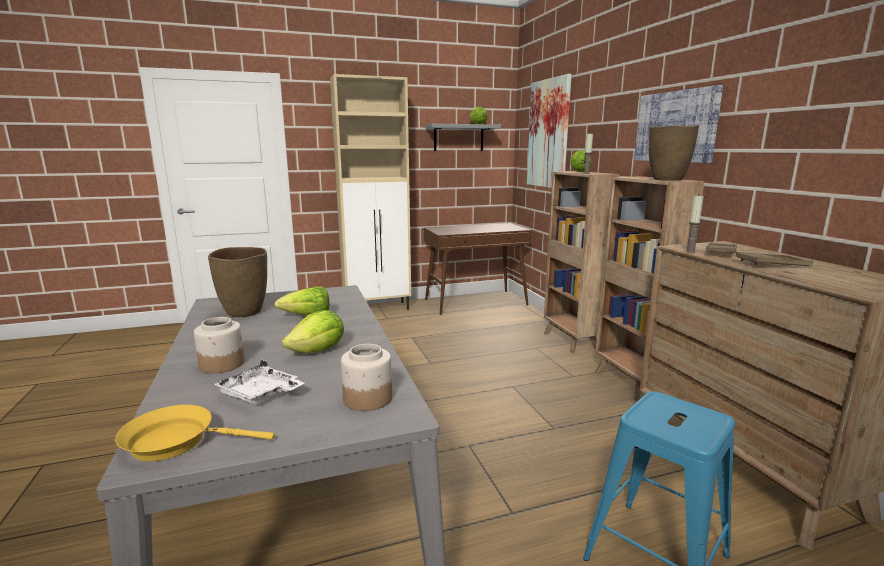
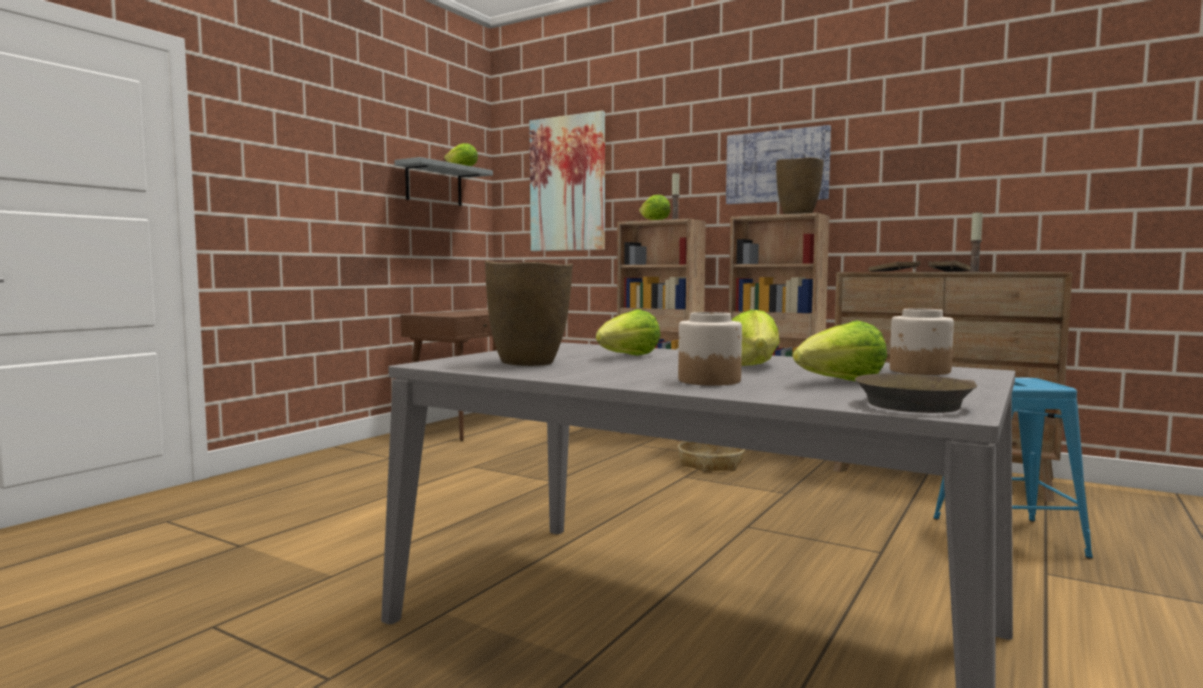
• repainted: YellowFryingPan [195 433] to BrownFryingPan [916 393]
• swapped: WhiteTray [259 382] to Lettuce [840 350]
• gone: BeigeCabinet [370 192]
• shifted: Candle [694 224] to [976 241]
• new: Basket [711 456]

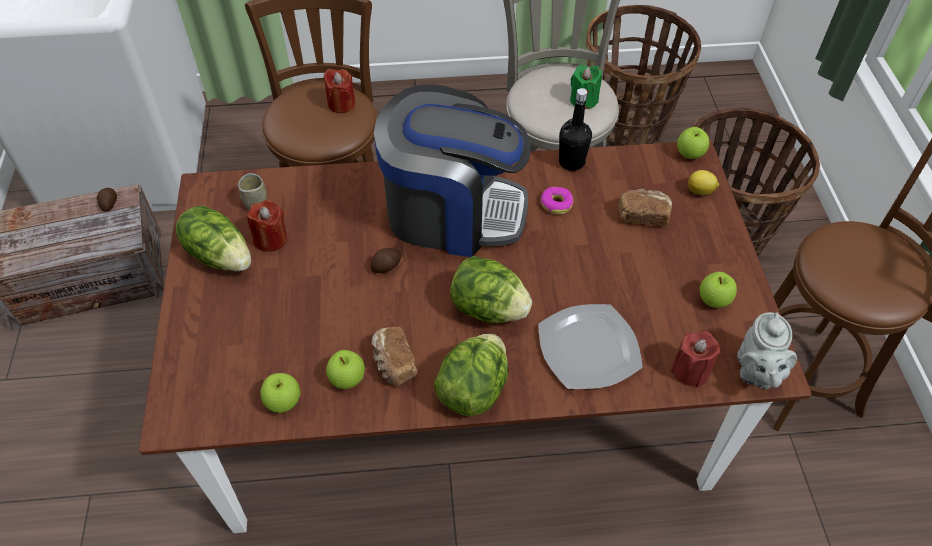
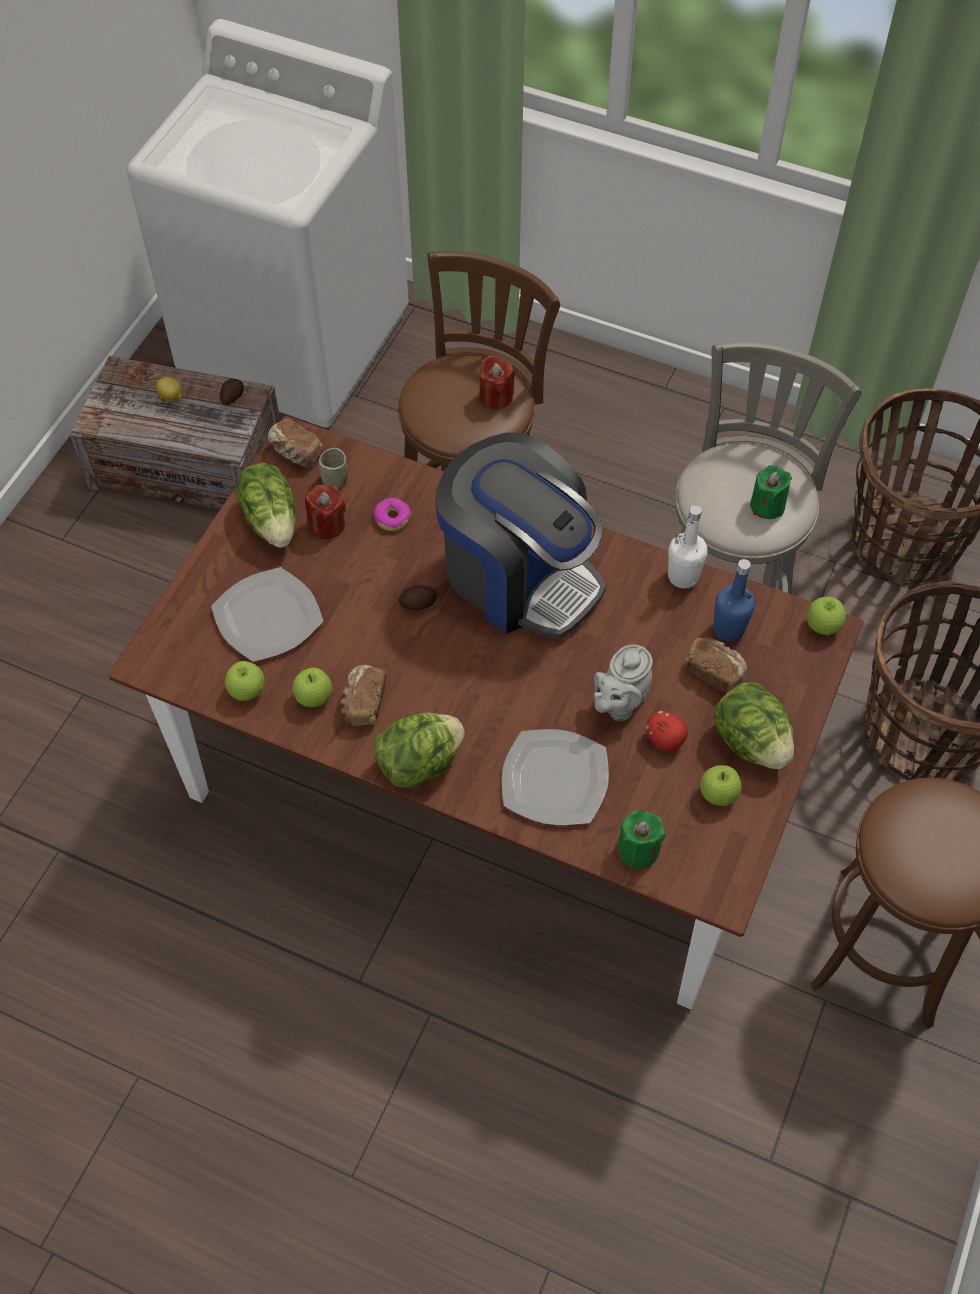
• shifted: Lettuce [491 289] to [754 725]
• shifted: Donut [557 200] to [392 514]
• repainted: BlackBottle [575 129] to WhiteBottle [688 547]
• repainted: RedCandle [695 359] to GreenCandle [641 839]
• shifted: Lemon [703 182] to [169 389]
• shifted: GreyTeapot [767 350] to [623 682]
• new: Plate [267 614]
• new: Bread [295 442]
• new: Apple [667 731]
• new: BlueBottle [734 600]

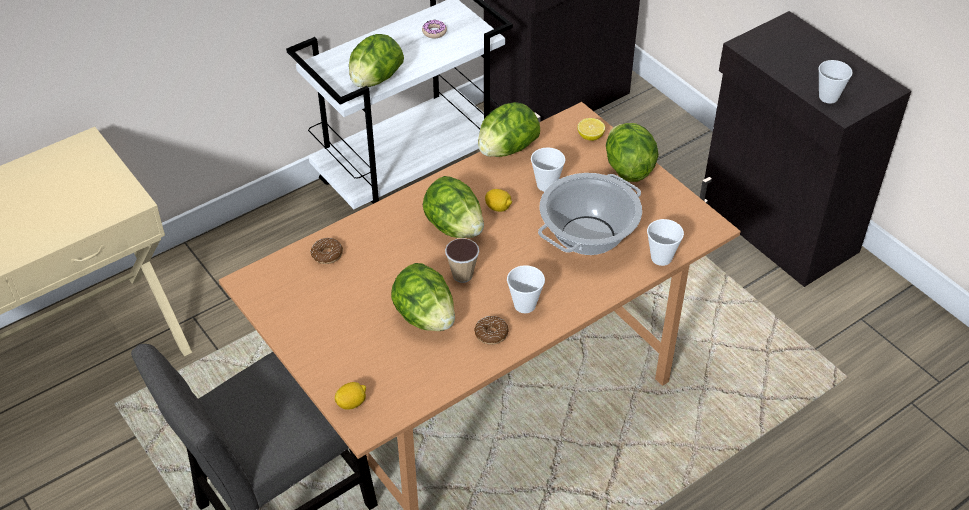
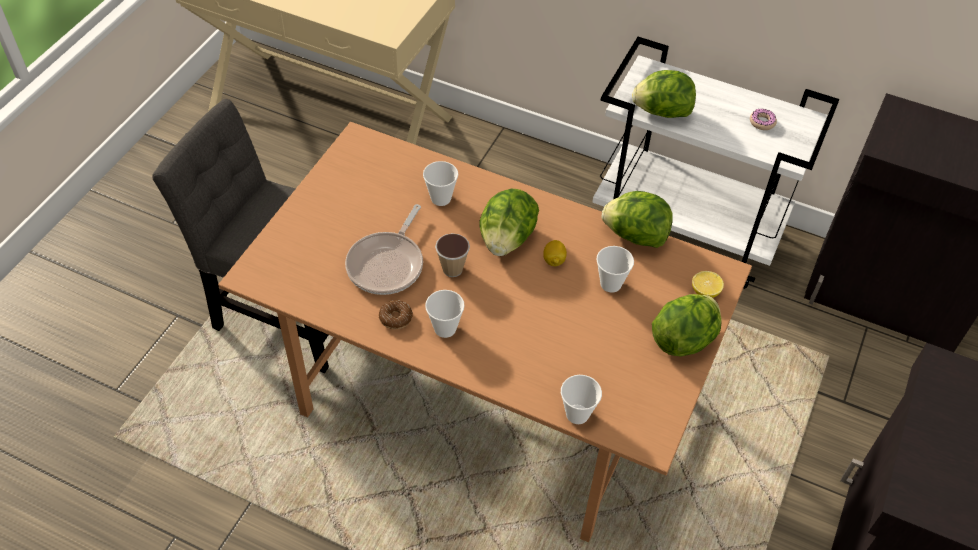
• gone: Donut [327 251]
• gone: Lemon [350 396]
• swapped: Lettuce [423 297] to FryingPan [384 249]
• gone: CookingPot [590 214]
• shifted: Cup [835 82] to [440 183]

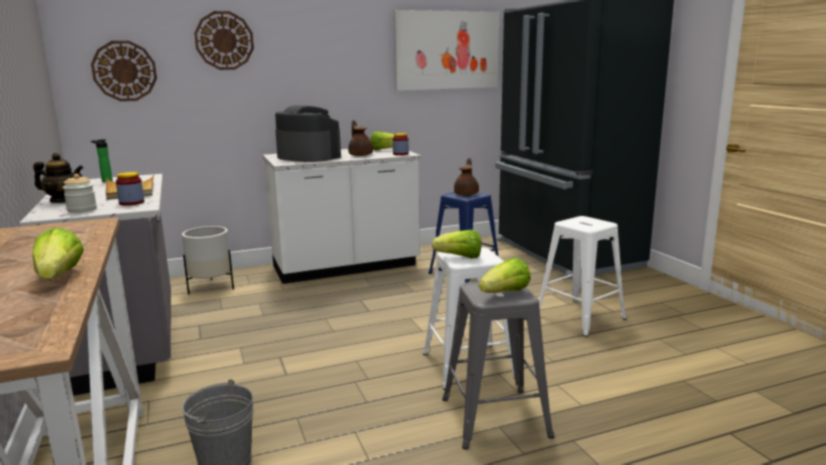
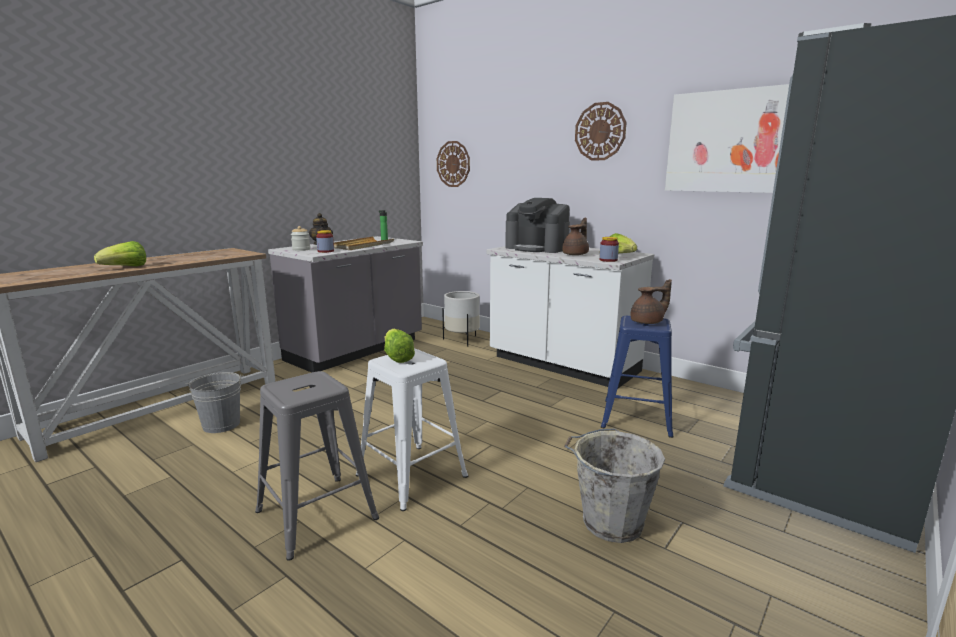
• shifted: WallClock [224 40] to [600 131]
• rotated: CoffeeMachine [308 133] = [537 225] 120 degrees clockwise
• gone: Lettuce [505 275]
• swapped: WhiteStool [583 276] to GreyBucket [614 486]

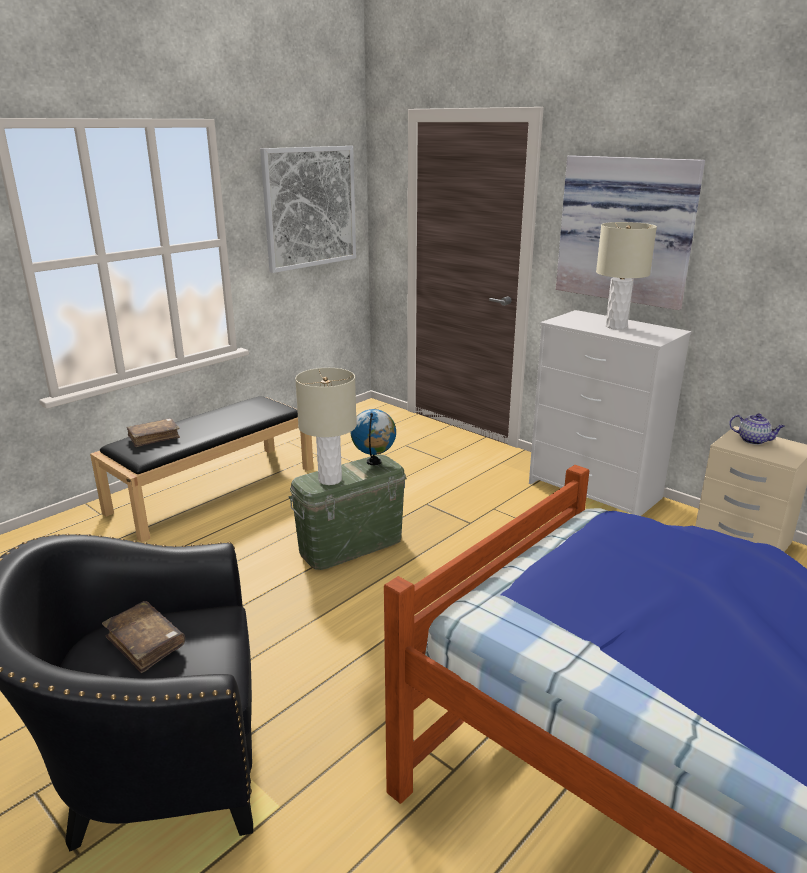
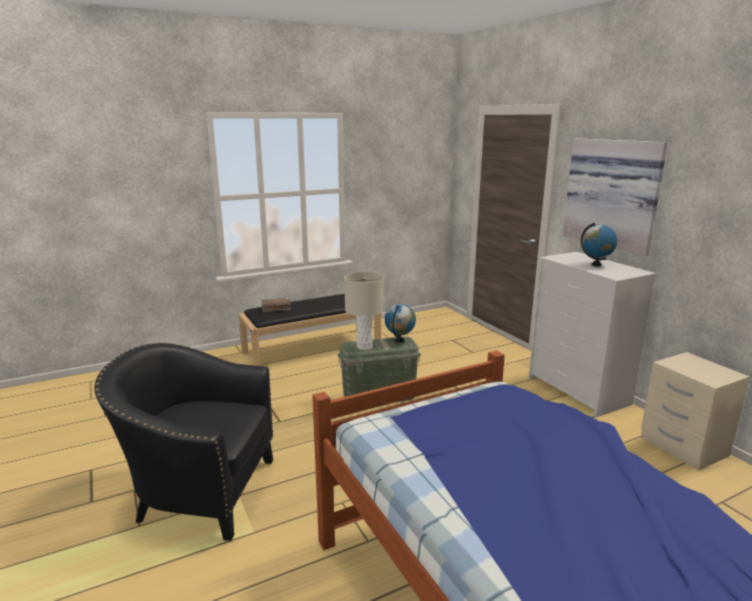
• gone: BrownBook [143 637]
• gone: Picture [308 209]
• swapped: BeigeTableLamp [626 276] to Globe [599 244]
• gone: Teapot [757 429]

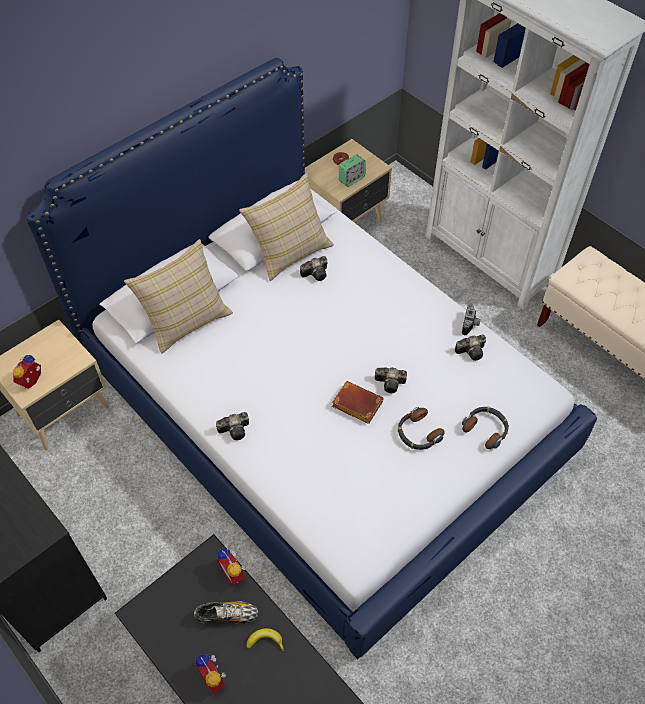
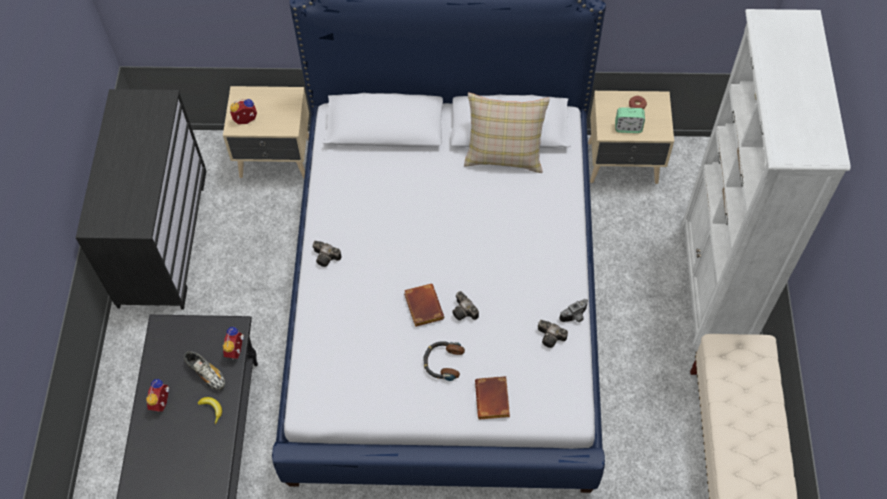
• gone: BeigePillow [178 296]
• gone: PhotoCamera [314 268]
• swapped: Headphones [485 428] to BrownBook [492 397]

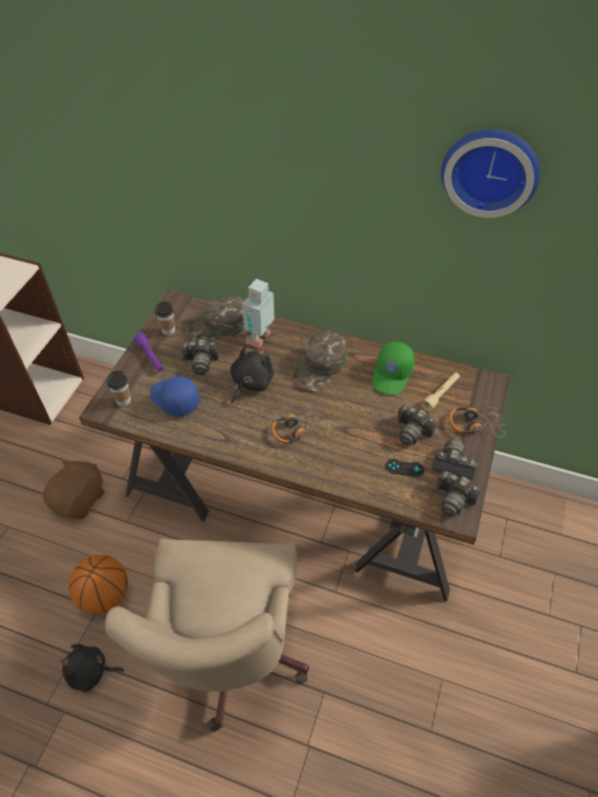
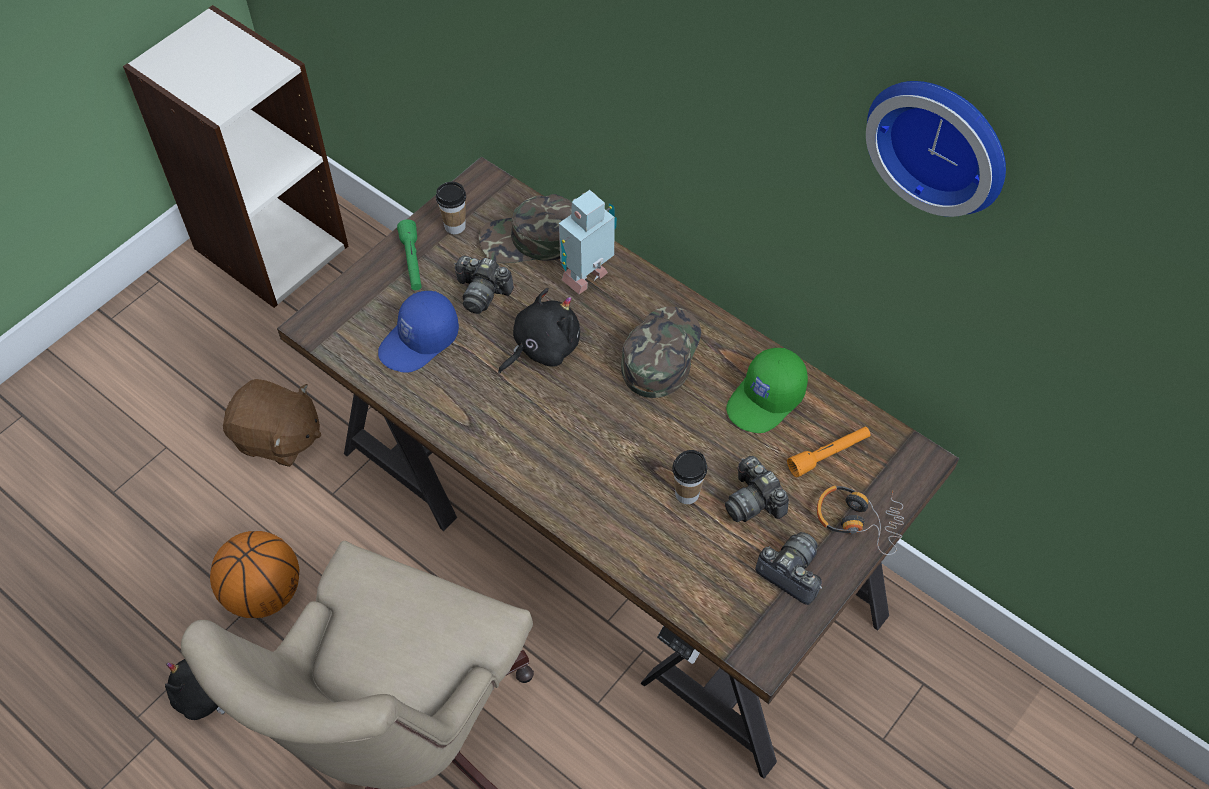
• rotated: BrownPlushToy [74 489] = [272 423] 60 degrees clockwise
• shifted: Cup [119 388] to [689 477]
• repainted: PurpleFlashlight [148 352] to GreenFlashlight [409 254]
• rotated: BlueCap [175 396] = [418 332] 105 degrees counterclockwise
• gone: Headphones [300 424]
• rotated: GreenCap [320 361] = [661 352] 150 degrees clockwise
• gone: BlackGameController [404 468]
• repainted: BeigeFlashlight [440 391] to OrangeFlashlight [829 451]
• gone: PhotoCamera [458 493]

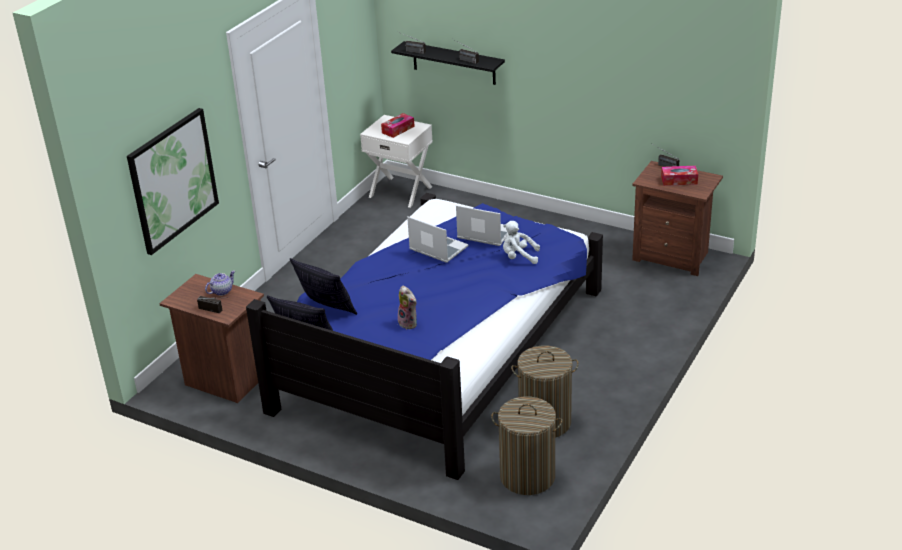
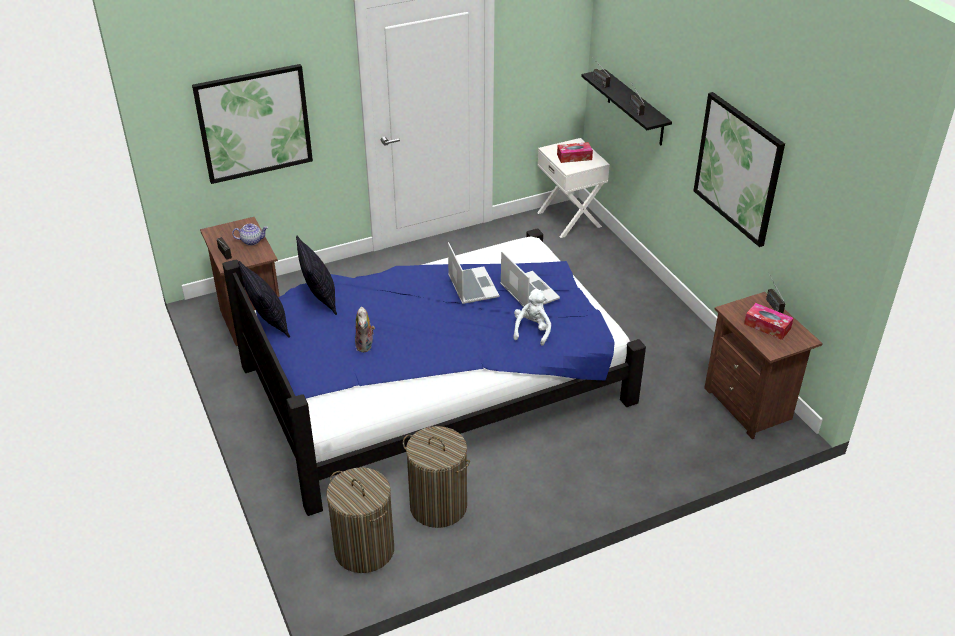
• rotated: WhitePlushToy [521 242] = [532 317] 60 degrees clockwise
• new: Picture [739 169]

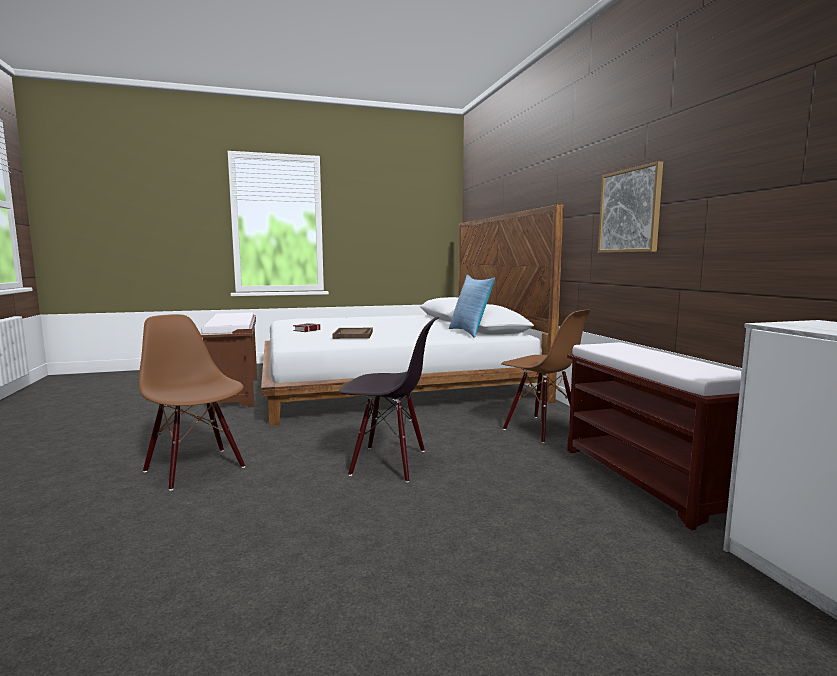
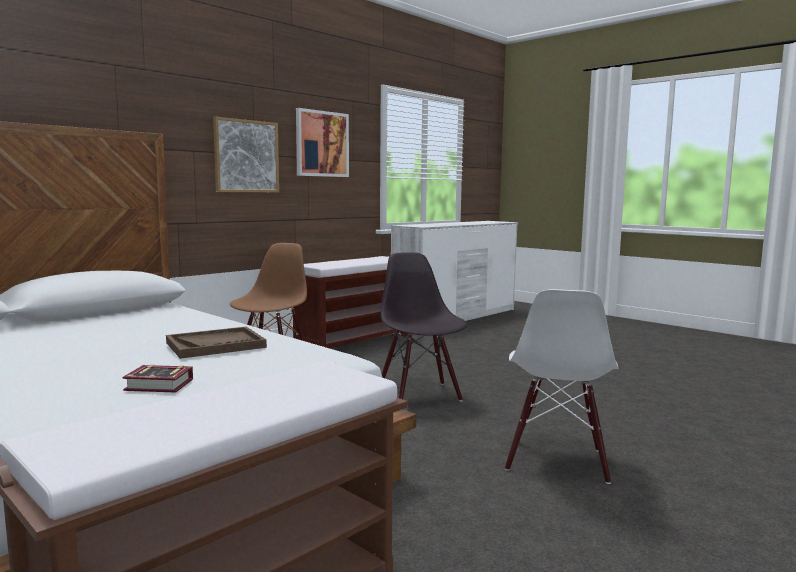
• repainted: BrownChair [192 402] to WhiteChair [562 386]
• gone: Pillow [472 306]
• new: Picture [322 142]

